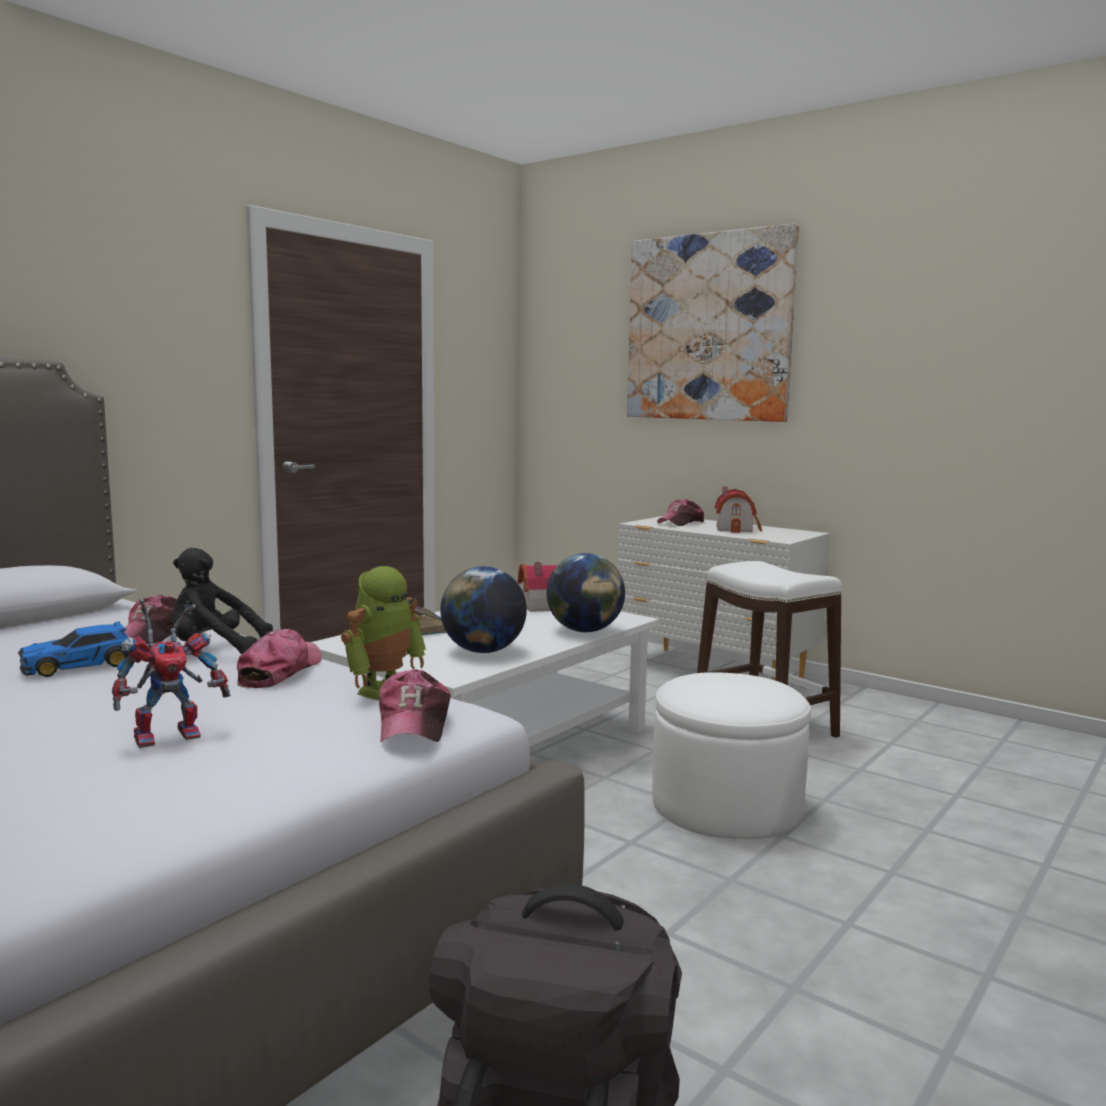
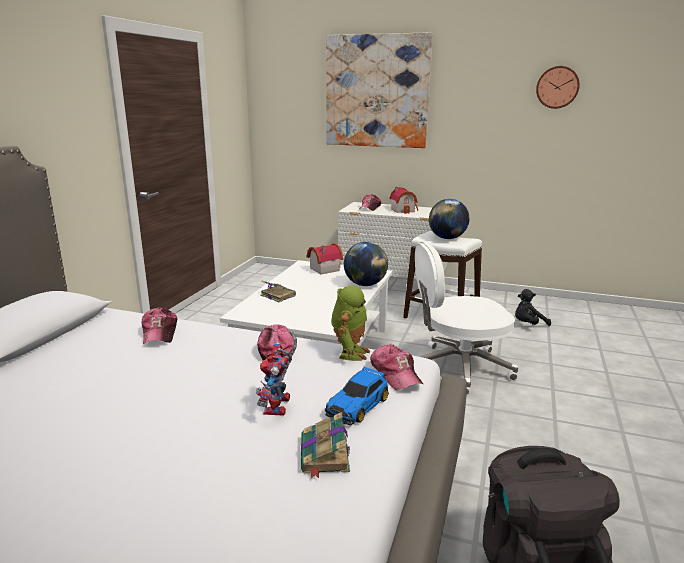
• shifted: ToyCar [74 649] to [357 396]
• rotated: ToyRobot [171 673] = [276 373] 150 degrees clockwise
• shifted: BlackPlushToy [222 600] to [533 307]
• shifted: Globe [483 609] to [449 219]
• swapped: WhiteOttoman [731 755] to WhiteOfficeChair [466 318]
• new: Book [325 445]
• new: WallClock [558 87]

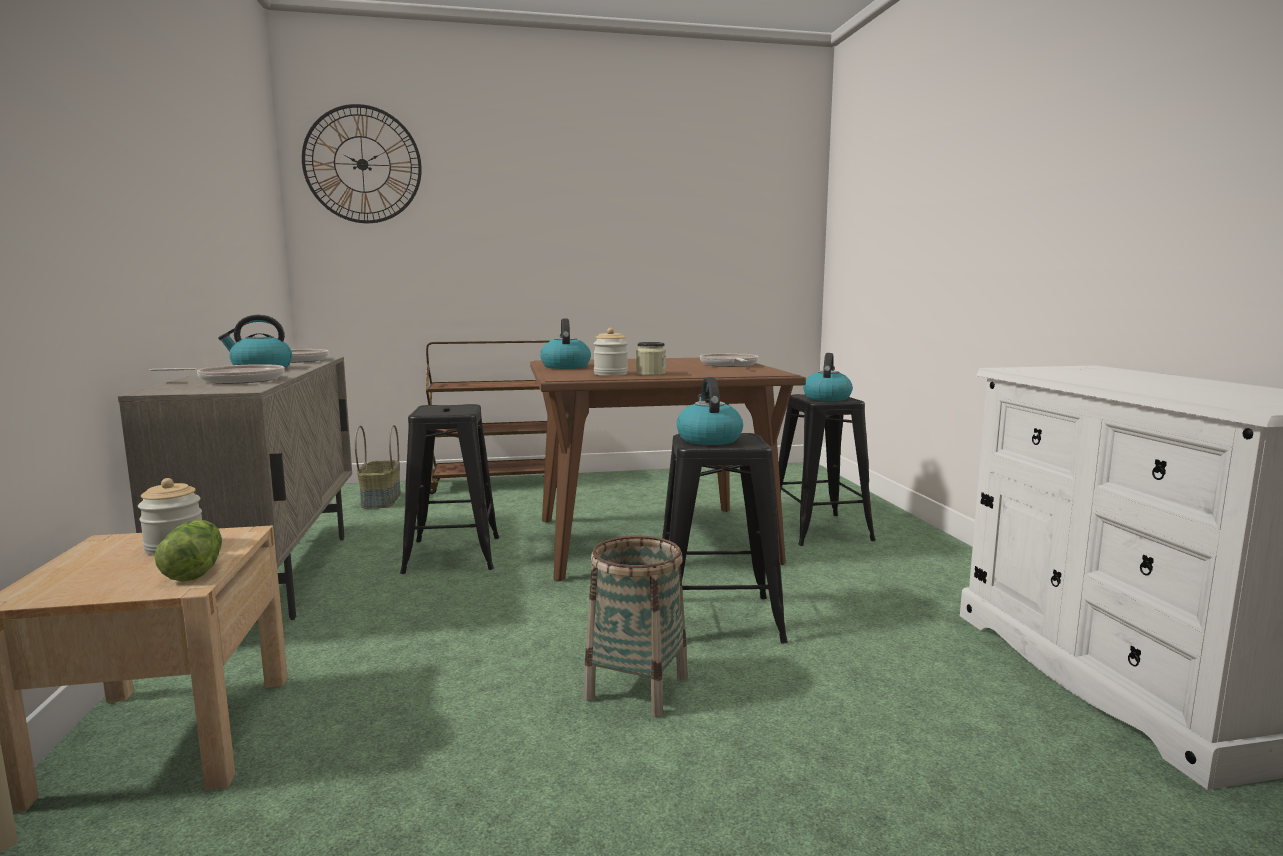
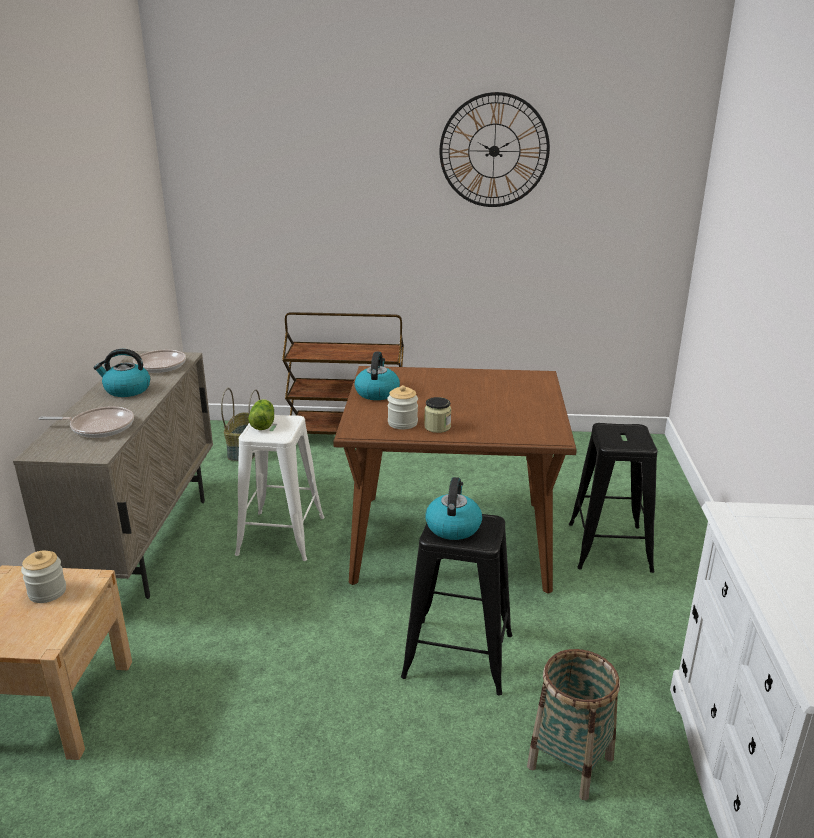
• shifted: Lettuce [188 550] to [261 414]
• shifted: WallClock [362 163] to [495 149]
• repainted: BlackStool [449 489] to WhiteStool [280 488]
• shifted: Basket [635 626] to [573 724]
• gone: FryingPan [729 360]
• gone: Kettle [828 377]

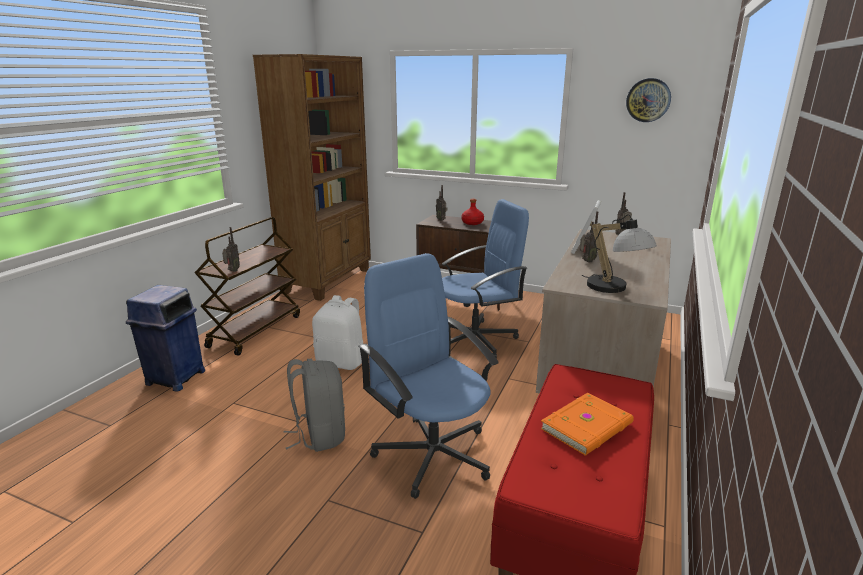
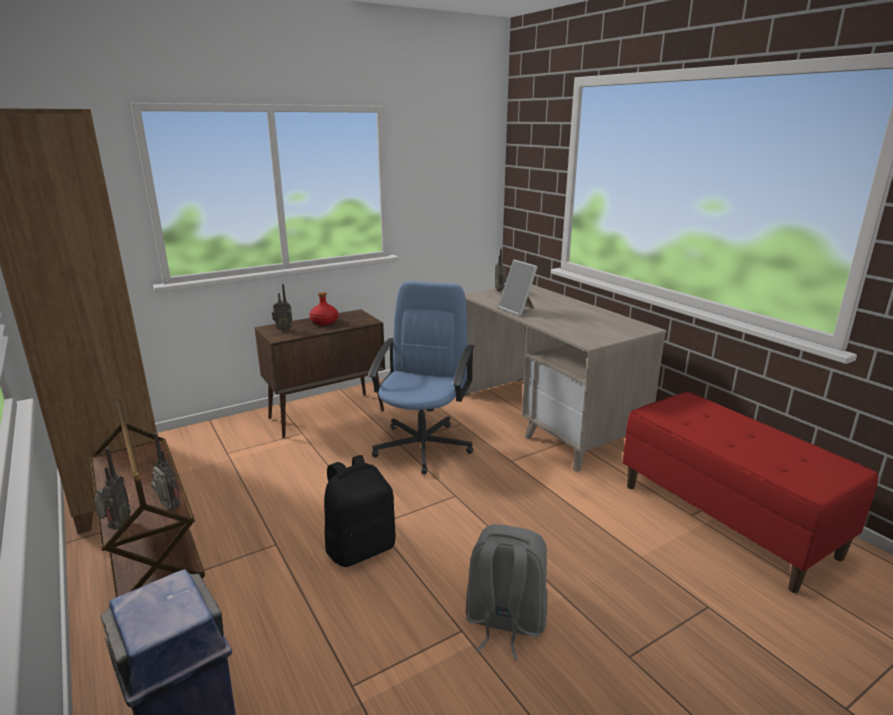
• repainted: WhiteBackpack [337 332] to BlackBackpack [359 511]
• gone: BlueOfficeChair [428 376]
• gone: OrangeBook [587 424]
• shifted: Radio [589 237] to [112 488]
• gone: TableLamp [619 253]
• gone: WallClock [648 100]

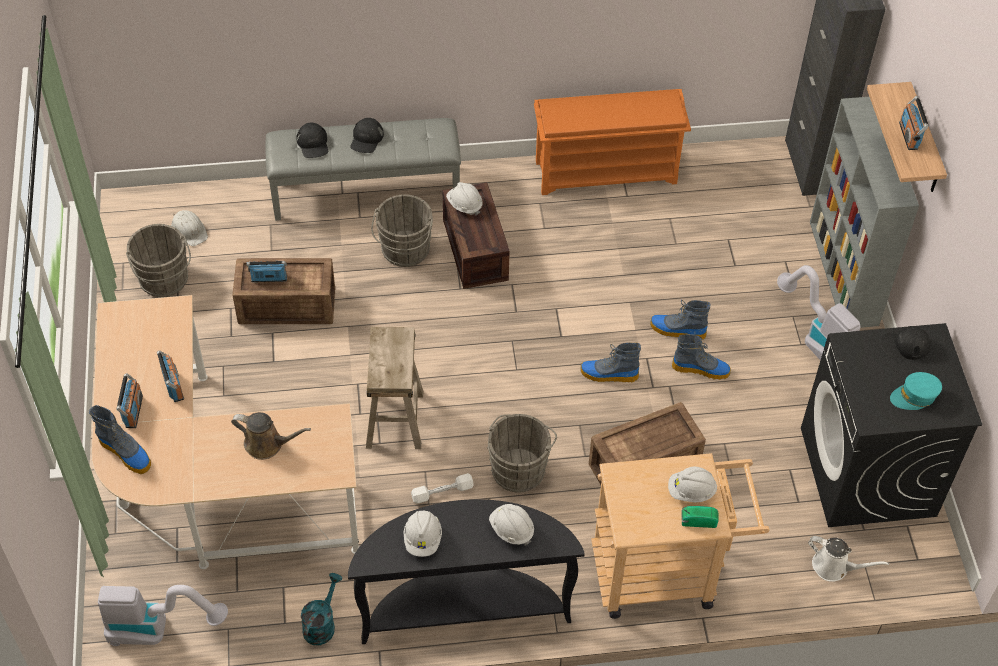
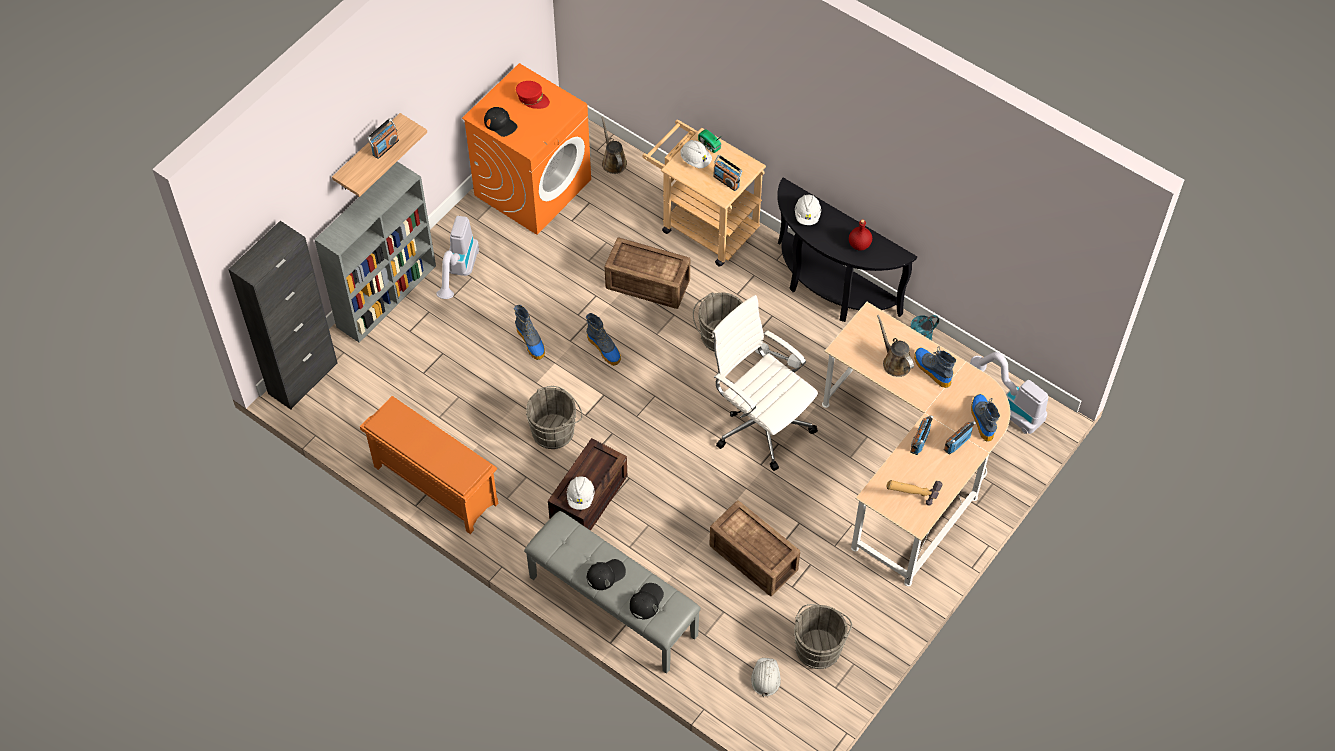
• shifted: Radio [267 271] to [727 173]
• swapped: BeigeStool [394 388] to WhiteOfficeChair [765 383]
• shifted: GreyBucket [402 230] to [554 417]
• swapped: WhiteHardHat [422 534] to RedBottle [860 235]
• shifted: Boot [701 357] to [935 367]
• repainted: BlackWashingMachine [891 425] to OrangeWashingMachine [526 149]
• repainted: WhiteWateringCan [848 559] to BrownWateringCan [614 145]
• repainted: TurquoiseCap [916 391] to RedCap [533 95]
• new: Hammer [914 493]

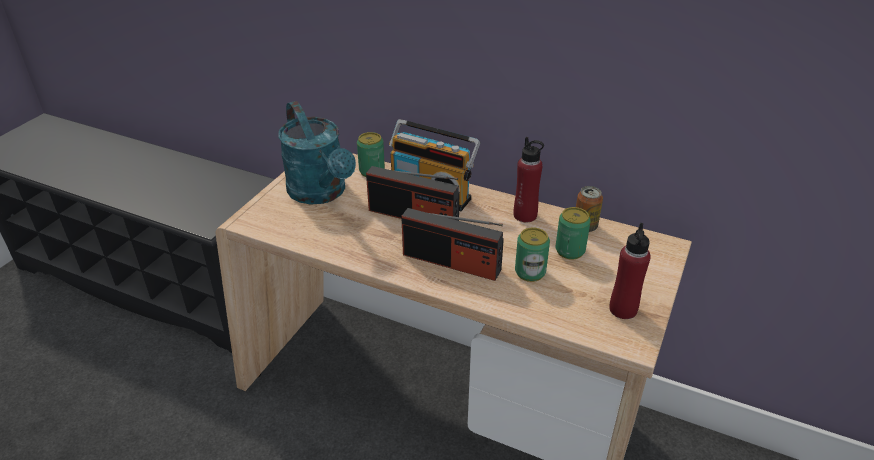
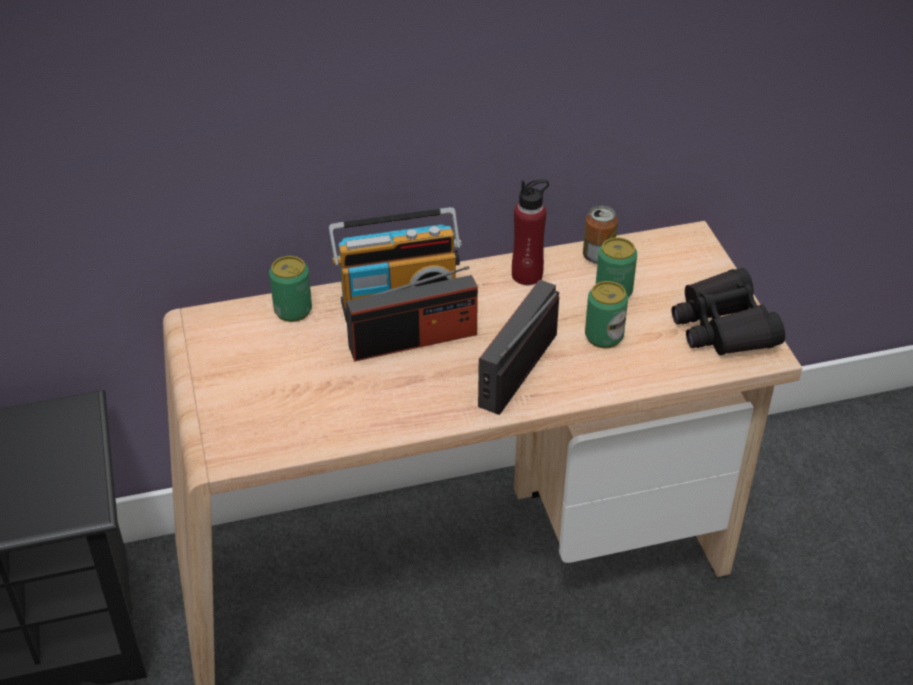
• gone: TurquoiseWateringCan [317 153]
• rotated: Radio [452 244] = [518 347] 135 degrees clockwise
• swapped: RedBottle [630 271] to BlackBinoculars [728 312]

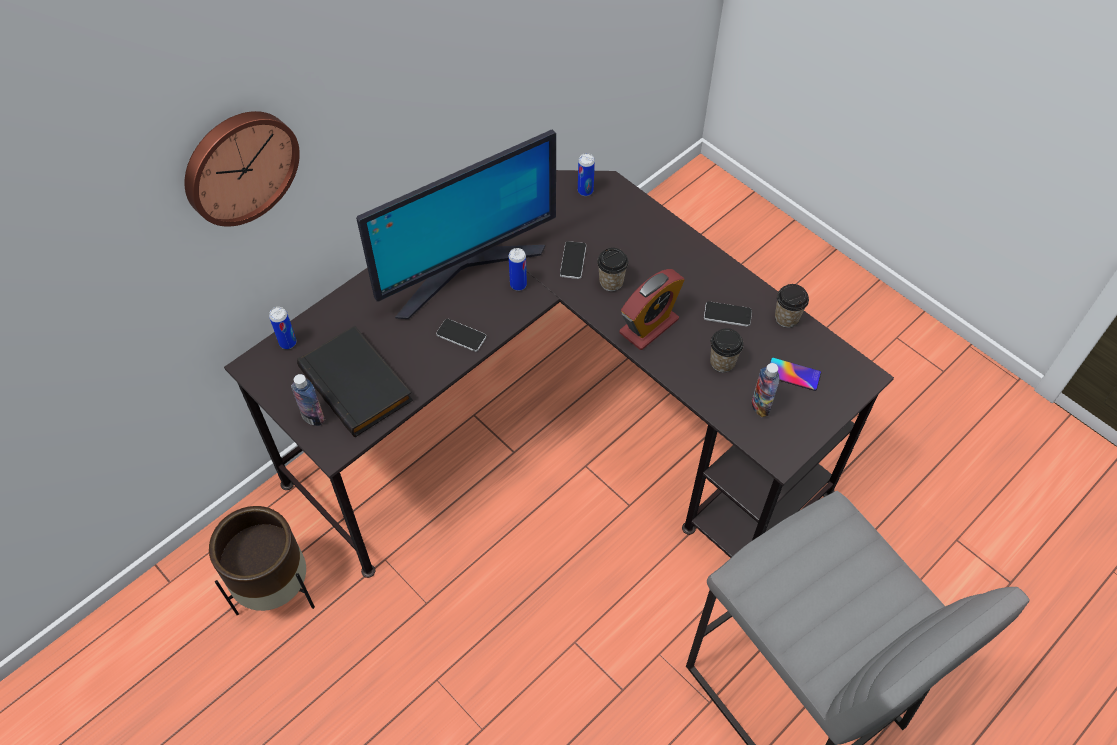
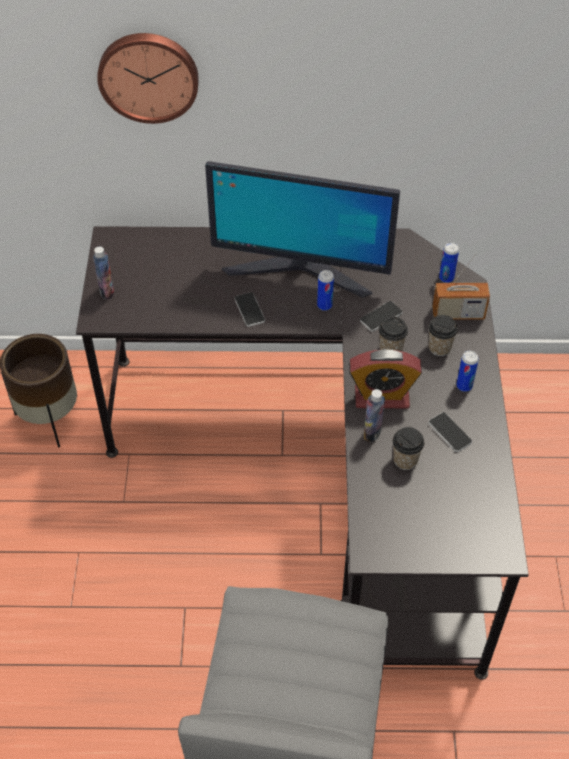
• shifted: Can [282 328] to [467 371]
• gone: BlackBook [355 381]
• shifted: Bottle [766 390] to [374 415]
• gone: Phone [795 374]
• shifted: Cup [792 306] to [443 335]
• new: Radio [461 286]

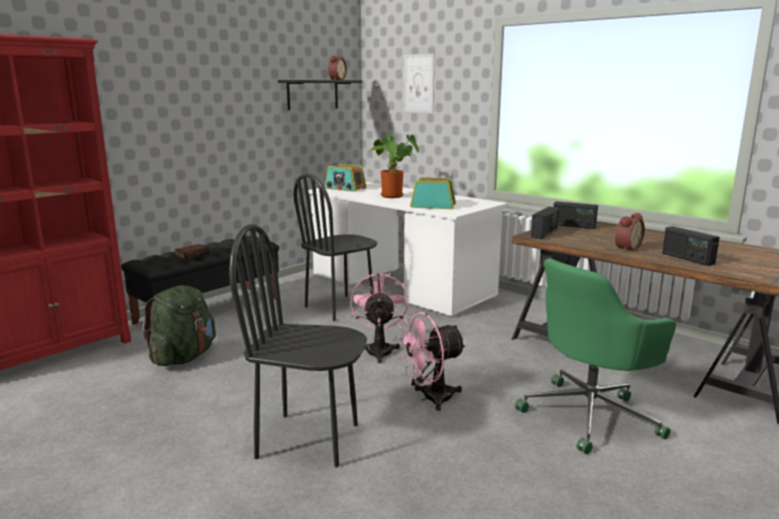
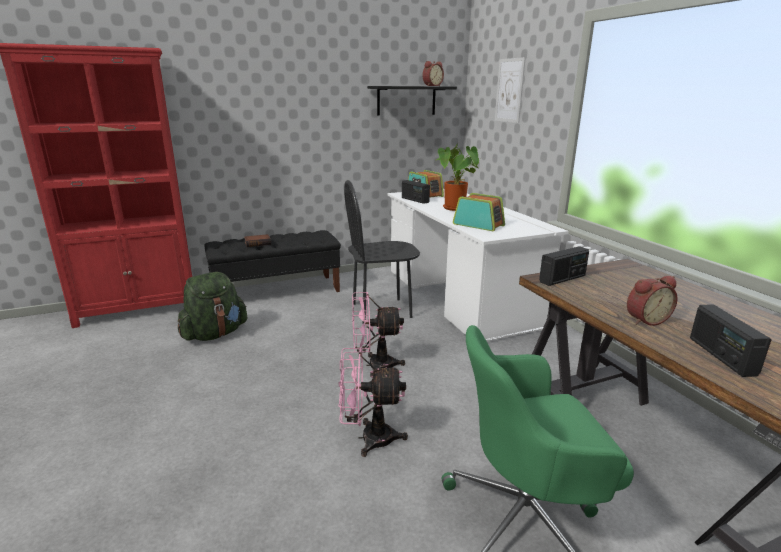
• gone: BlackChair [298 345]
• rotated: PinkFan [379 317] = [378 334] 120 degrees counterclockwise
• shifted: Radio [575 215] to [416 192]

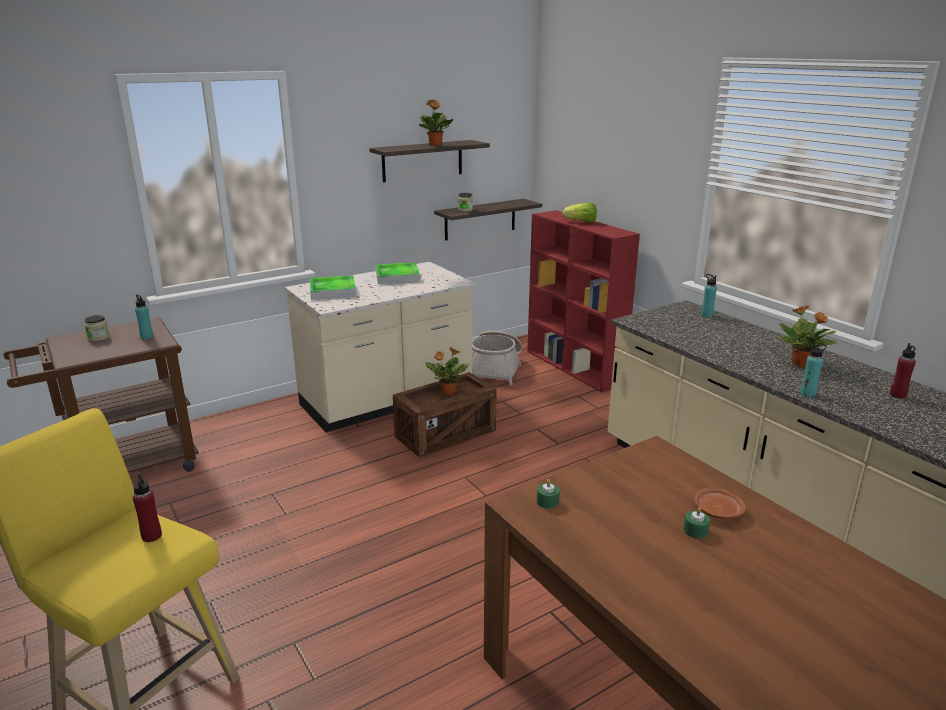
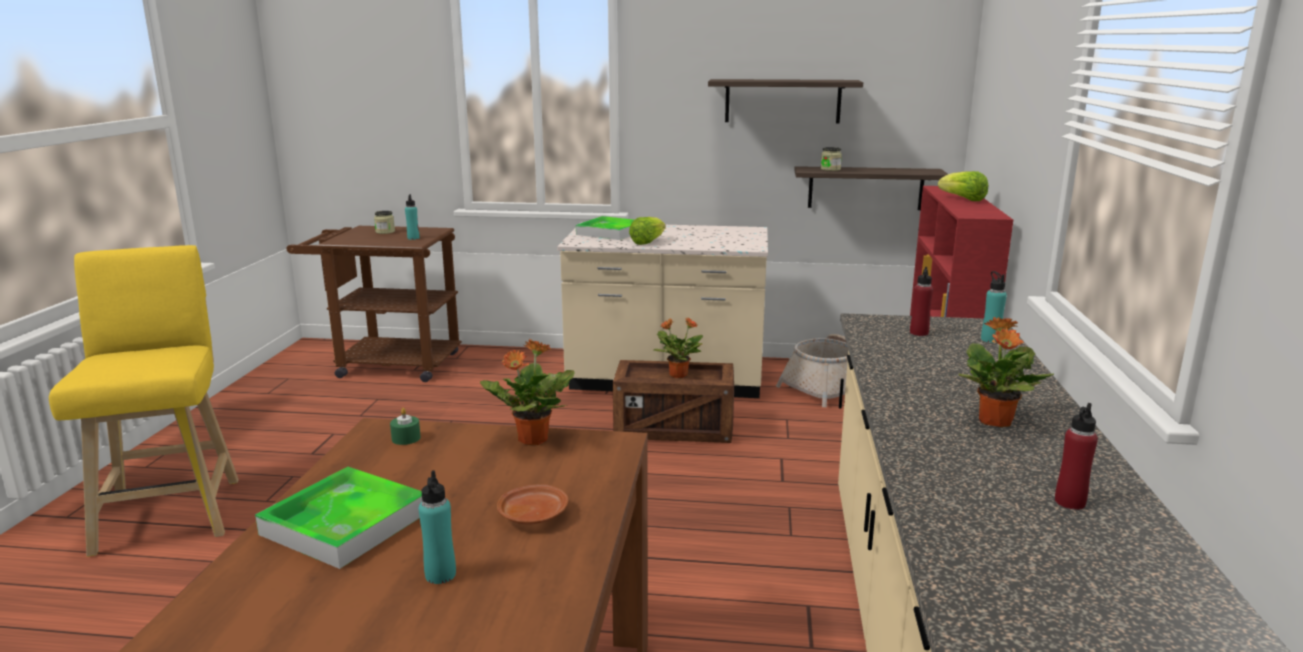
• shifted: RedBottle [147 508] to [921 301]
• shifted: Tray [397 273] to [339 518]
• shifted: PottedPlant [436 123] to [527 391]
• gone: GreenCandle [697 523]
• shifted: TurquoiseBottle [813 369] to [437 527]
• new: Lettuce [647 231]

